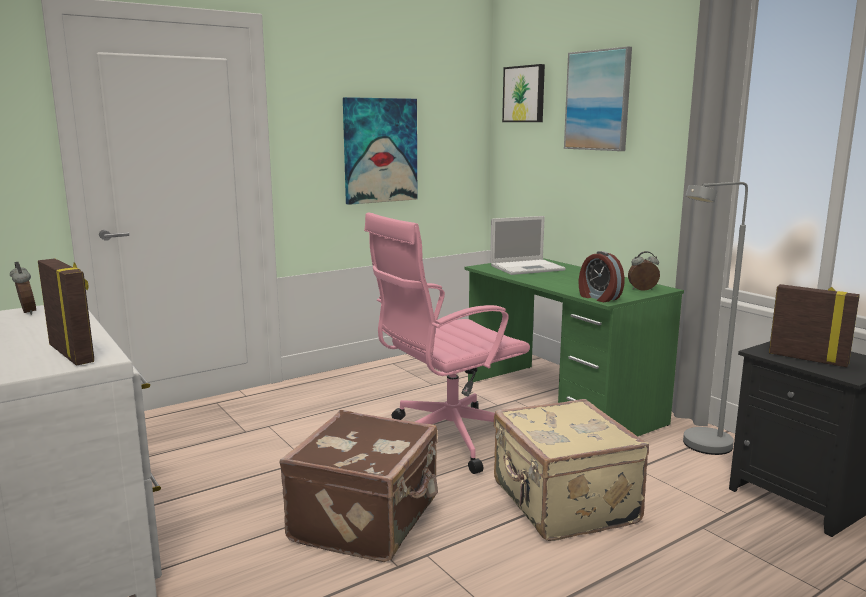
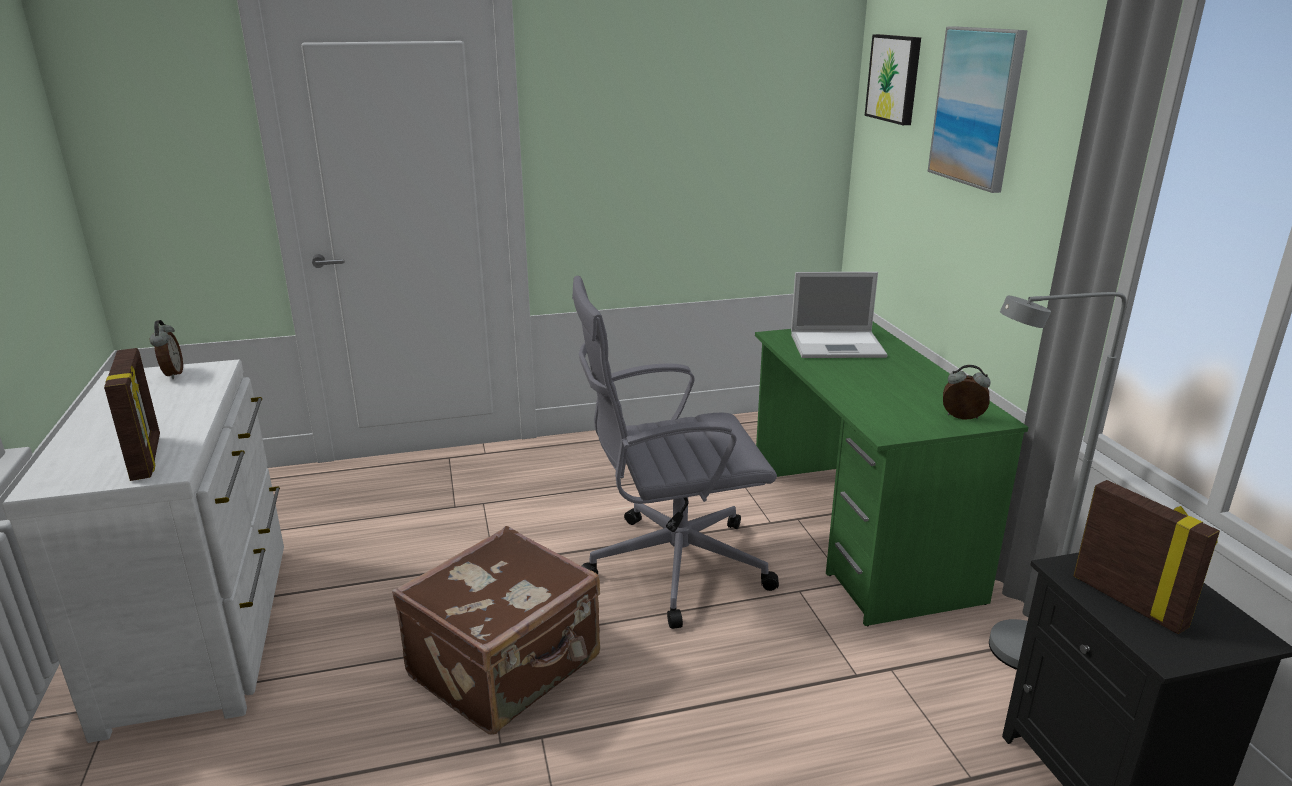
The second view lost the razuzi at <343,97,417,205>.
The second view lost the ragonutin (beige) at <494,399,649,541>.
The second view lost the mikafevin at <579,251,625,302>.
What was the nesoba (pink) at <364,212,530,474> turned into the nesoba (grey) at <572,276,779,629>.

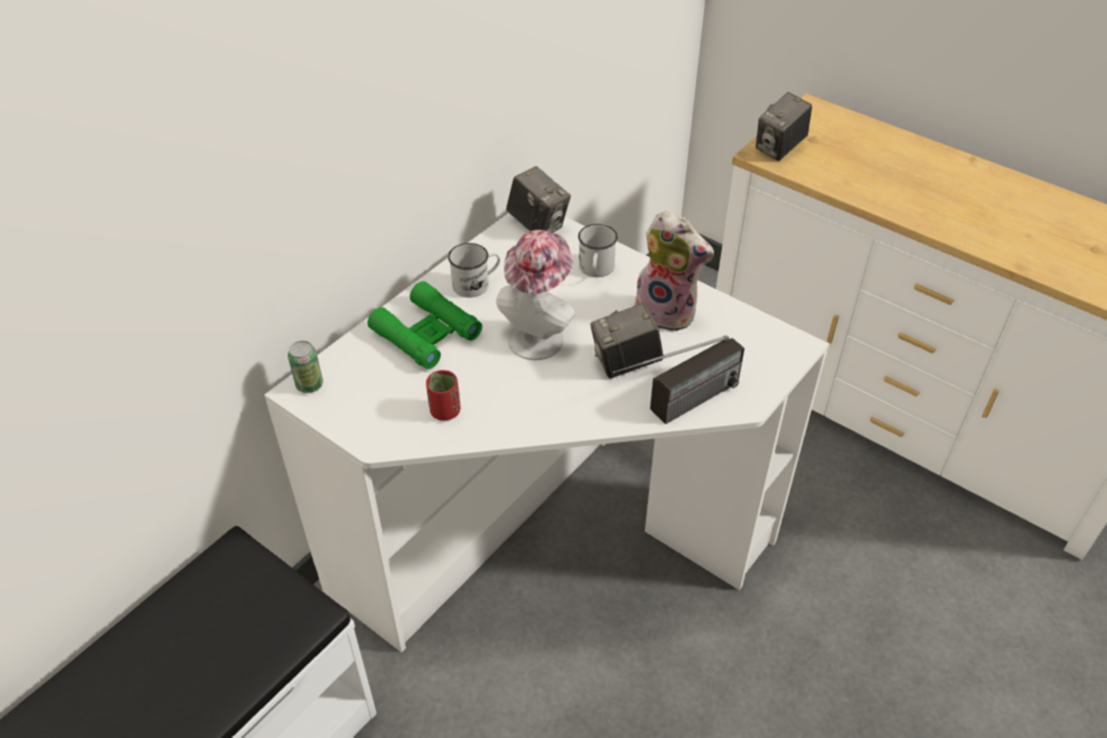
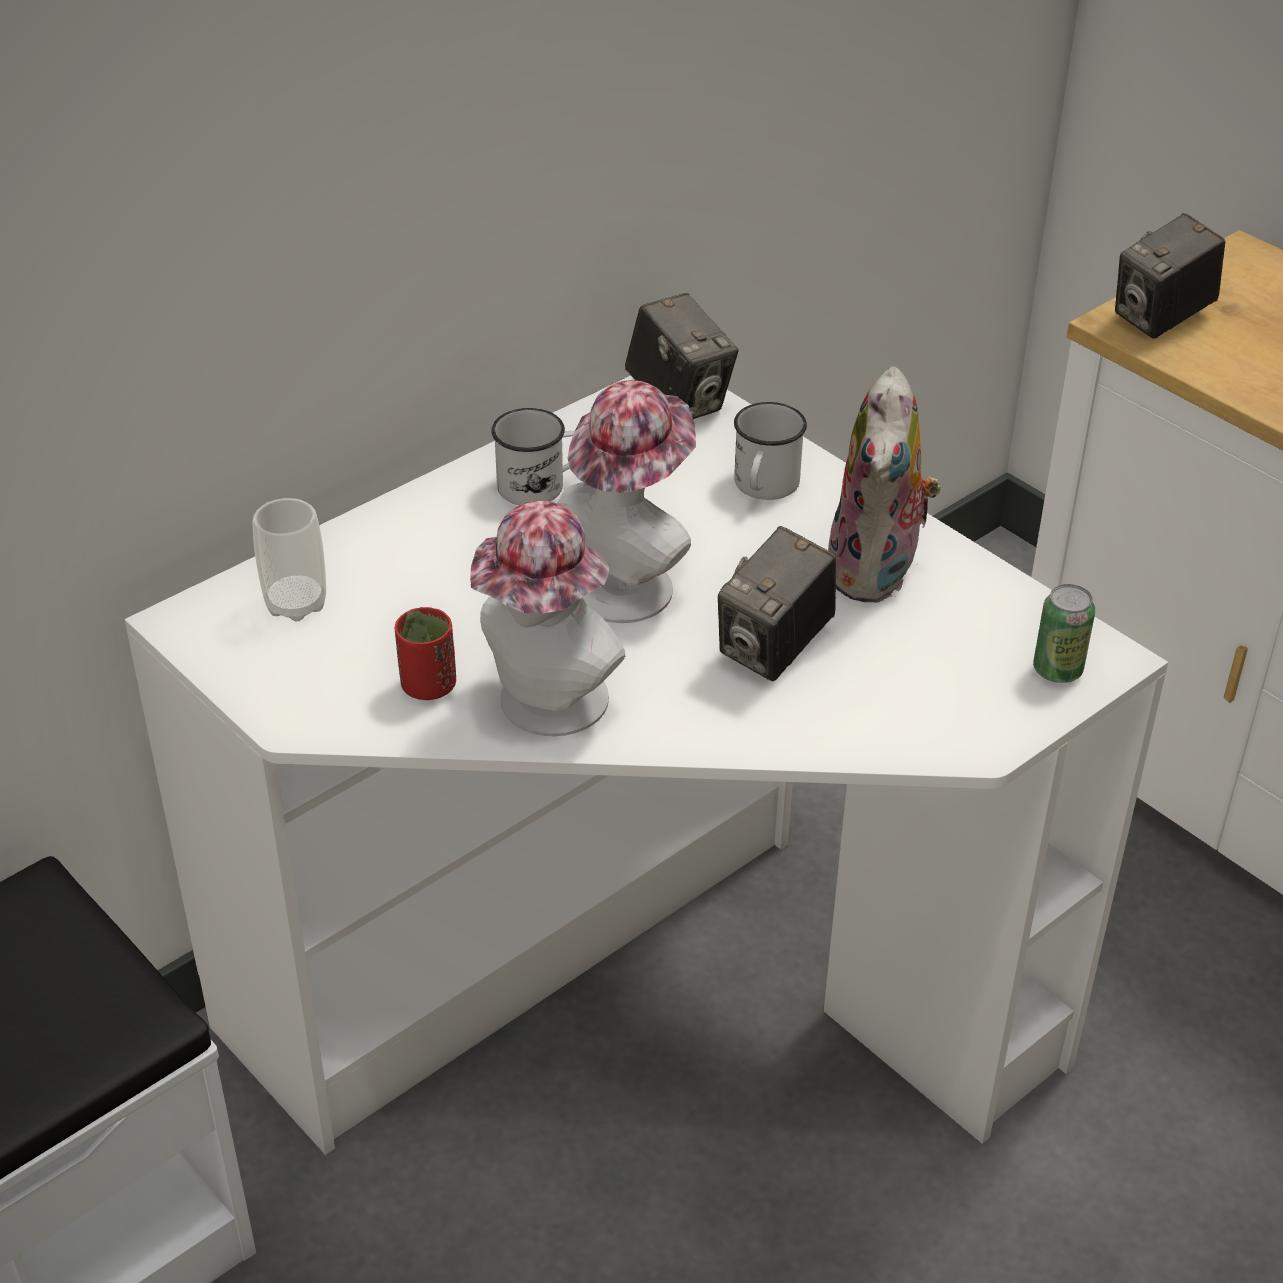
The second view lost the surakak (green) at <367,281,482,369>.
The second view lost the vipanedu at <613,335,745,424>.
The second view gained the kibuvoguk at <252,498,326,621>.
The second view gained the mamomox at <470,501,625,736>.
The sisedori ended up elsewhere, having gone from <288,341,323,393> to <1033,584,1095,683>.
The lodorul at <590,303,663,379> ended up facing another way, 45 degrees counterclockwise from before.
The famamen at <634,211,714,332> ended up facing another way, 60 degrees clockwise from before.

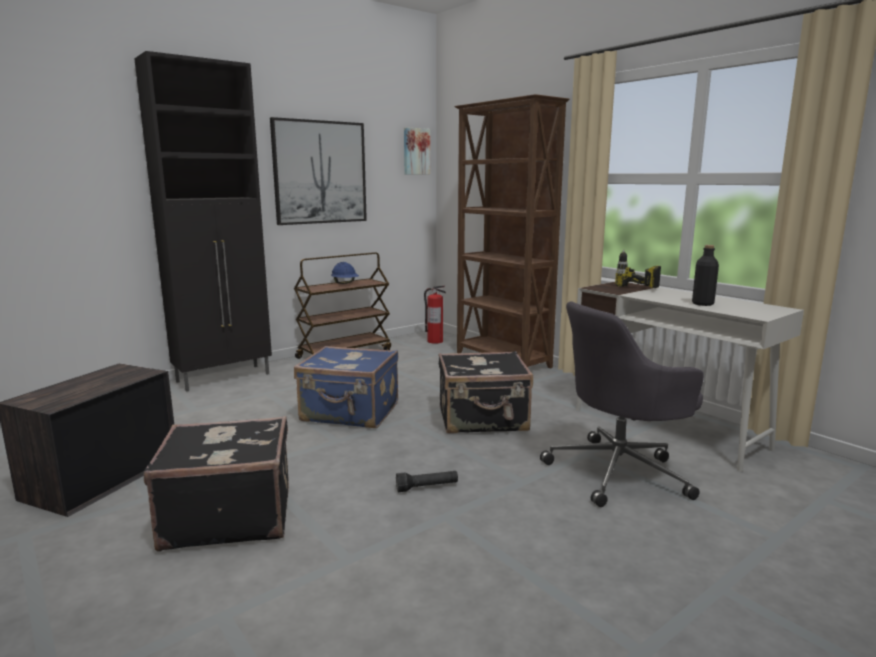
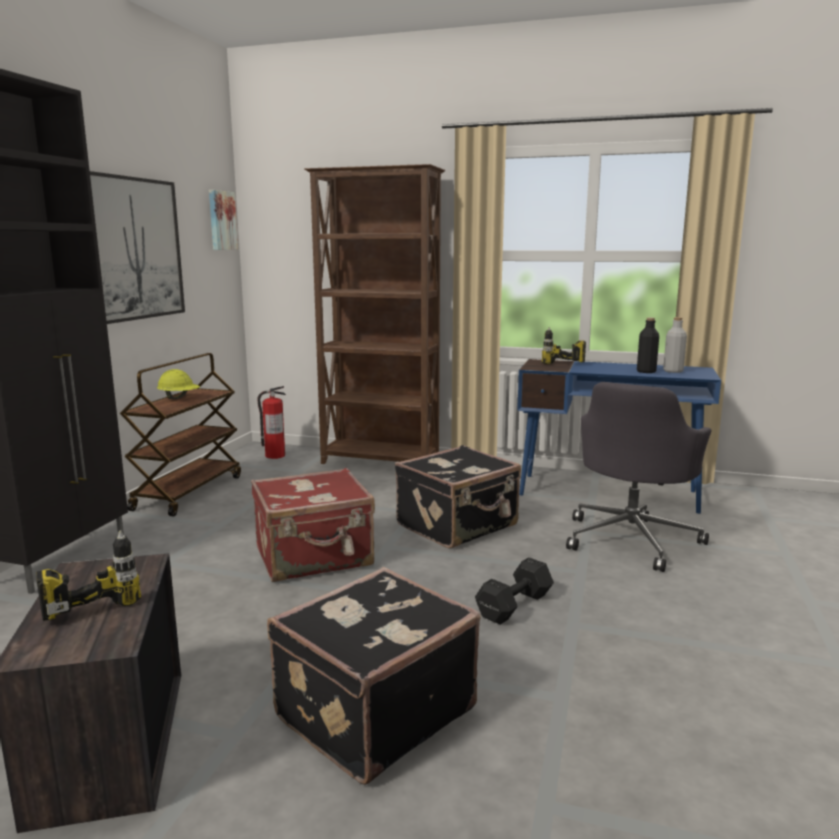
The second view gained the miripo at <36,531,141,621>.
The second view gained the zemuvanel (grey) at <663,317,687,373>.
Where the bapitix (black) stood at <396,471,458,492>, the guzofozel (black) came to stand at <475,557,554,625>.
What was the ragonutin (blue) at <294,346,398,428> turned into the ragonutin (red) at <251,468,375,582>.
What was the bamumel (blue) at <331,262,359,284> turned into the bamumel (yellow) at <157,369,200,399>.
What was the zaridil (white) at <576,282,804,472> turned into the zaridil (blue) at <517,359,721,514>.

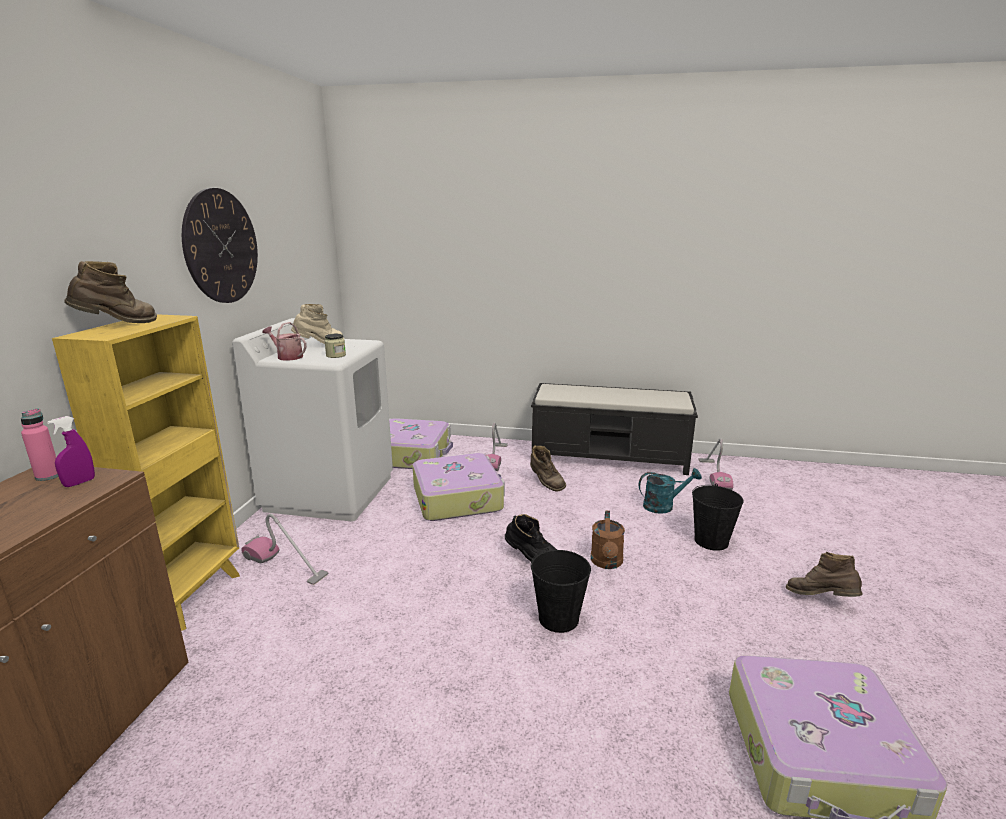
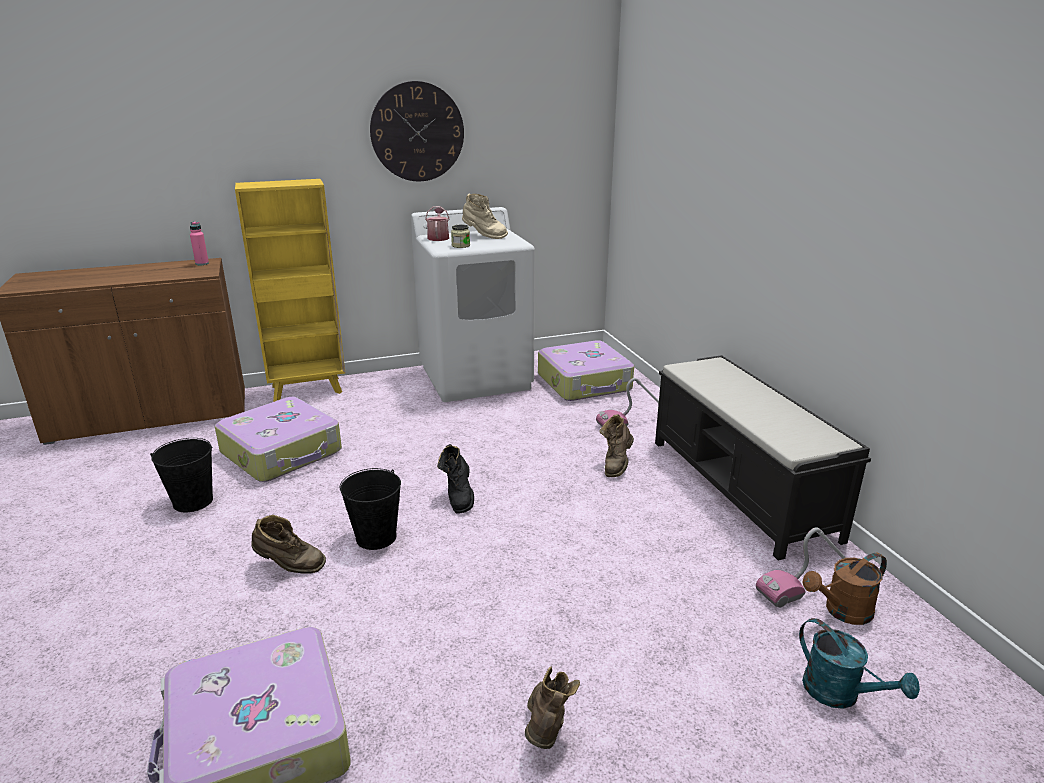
The second view lost the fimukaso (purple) at <47,416,95,487>.
The second view lost the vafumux at <241,513,328,585>.
The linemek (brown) ended up elsewhere, having gone from <64,261,157,323> to <251,515,326,574>.
The ragonutin ended up elsewhere, having gone from <413,453,505,521> to <215,397,342,482>.
The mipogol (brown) ended up elsewhere, having gone from <591,510,625,569> to <803,553,887,625>.
The mipogol (turquoise) ended up elsewhere, having gone from <639,468,702,514> to <799,618,920,709>.
The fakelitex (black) ended up elsewhere, having gone from <692,483,744,551> to <150,438,213,512>.

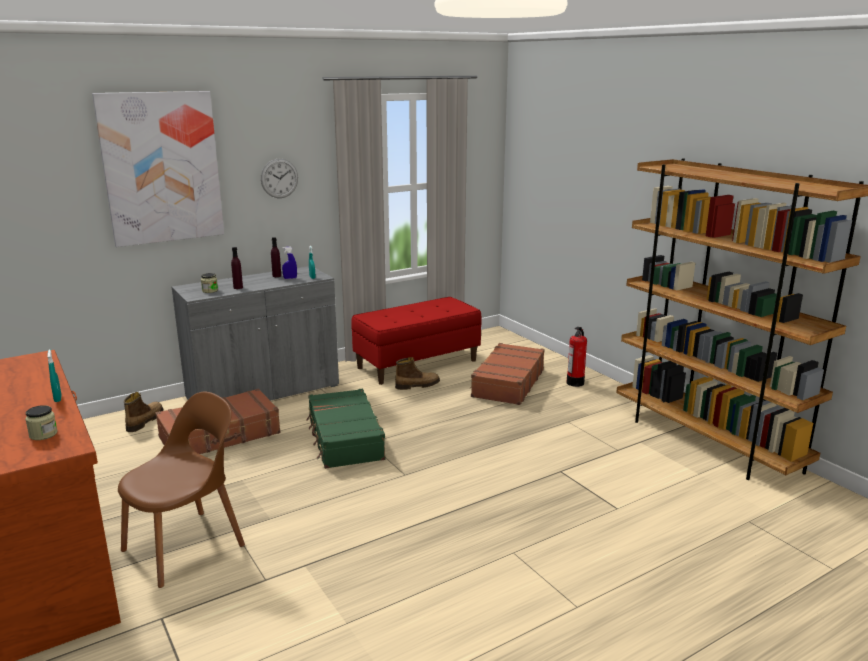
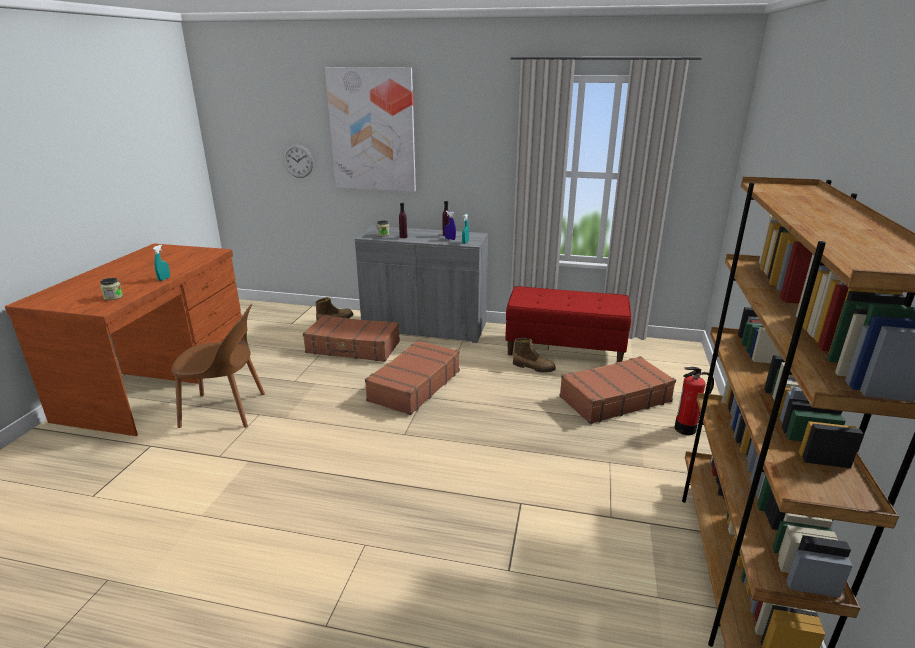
The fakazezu ended up elsewhere, having gone from <261,159,298,198> to <283,144,313,178>.
What was the ragonutin (green) at <306,389,385,469> turned into the ragonutin (brown) at <365,340,460,415>.

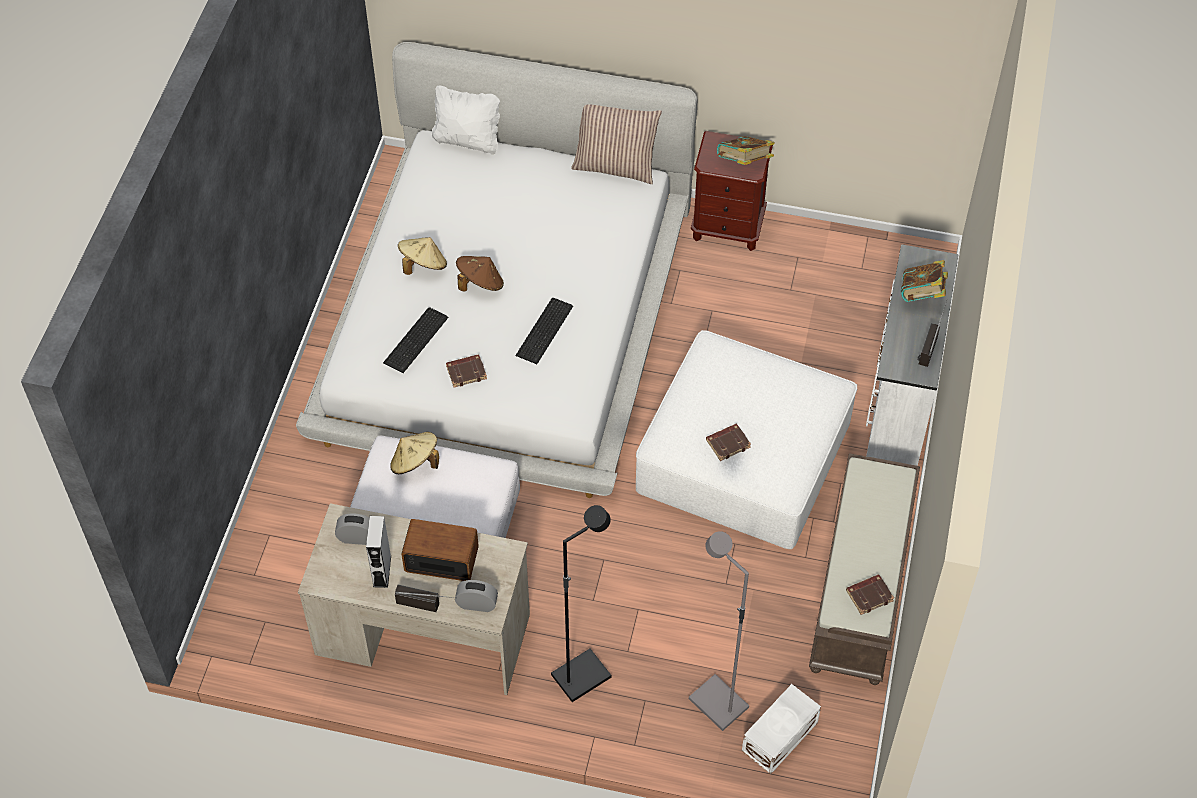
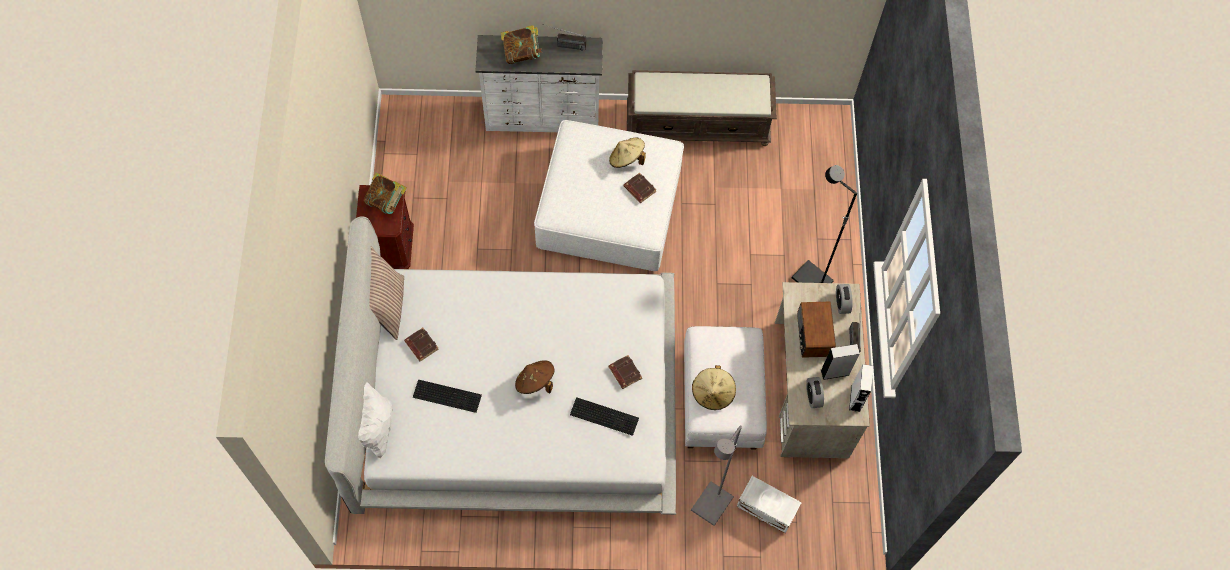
The second view gained the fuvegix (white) at <849,364,873,412>.
The mamomox (beige) ended up elsewhere, having gone from <398,237,447,275> to <609,137,646,168>.
The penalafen ended up elsewhere, having gone from <515,298,573,364> to <413,380,482,413>.
The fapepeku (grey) ended up elsewhere, having gone from <689,531,749,731> to <691,426,742,526>.
The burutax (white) ended up elsewhere, having gone from <742,684,821,774> to <736,476,802,533>.
The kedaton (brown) ended up elsewhere, having gone from <846,574,894,615> to <404,328,439,361>.

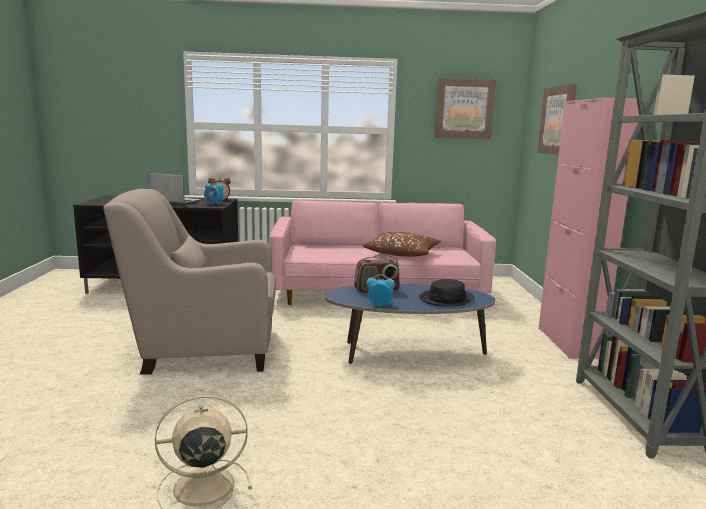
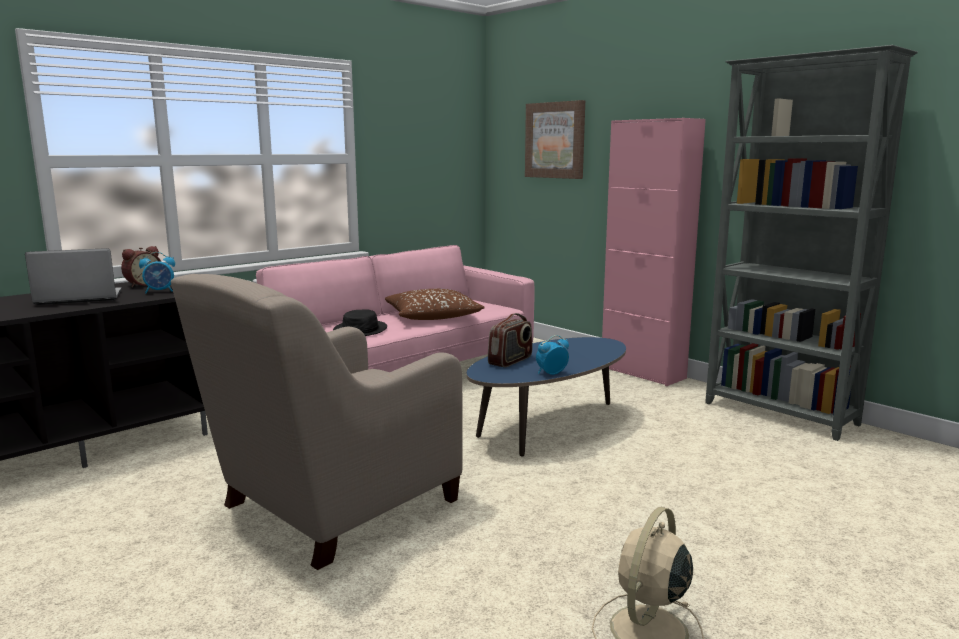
The second view lost the razuzi at <434,78,496,139>.
The mamomox (black) ended up elsewhere, having gone from <419,279,475,306> to <333,309,387,336>.

